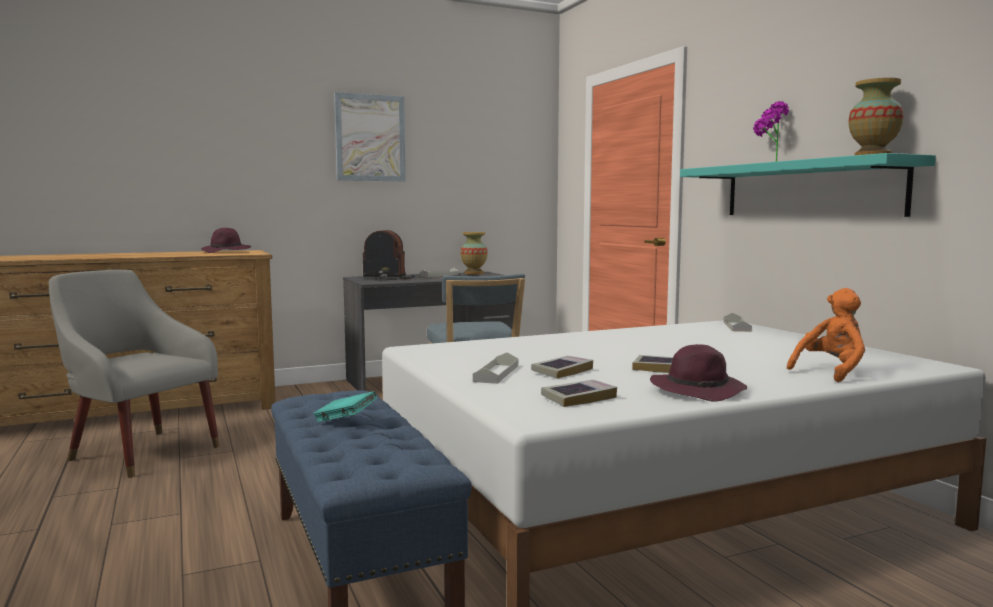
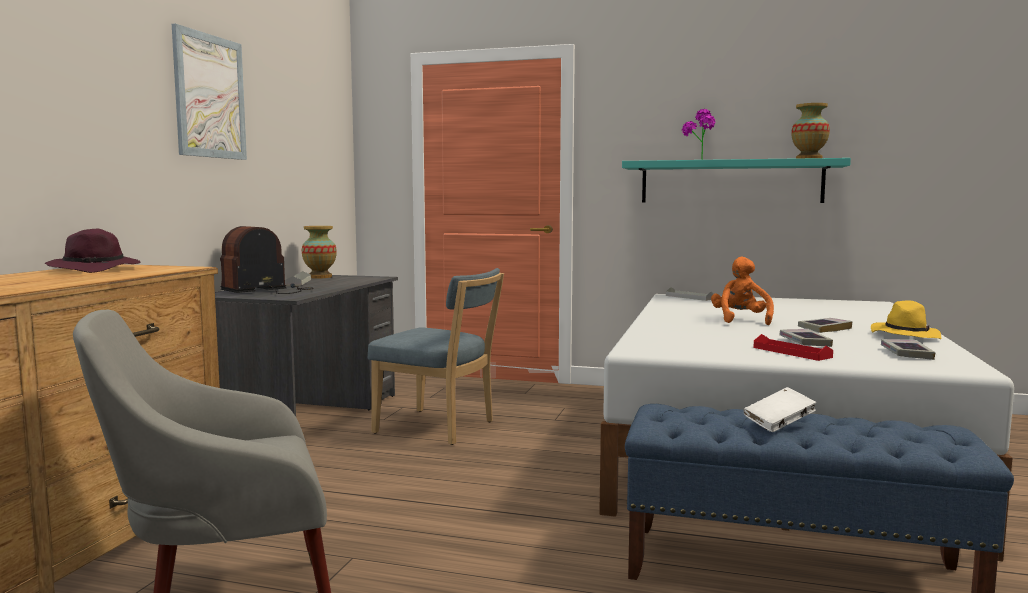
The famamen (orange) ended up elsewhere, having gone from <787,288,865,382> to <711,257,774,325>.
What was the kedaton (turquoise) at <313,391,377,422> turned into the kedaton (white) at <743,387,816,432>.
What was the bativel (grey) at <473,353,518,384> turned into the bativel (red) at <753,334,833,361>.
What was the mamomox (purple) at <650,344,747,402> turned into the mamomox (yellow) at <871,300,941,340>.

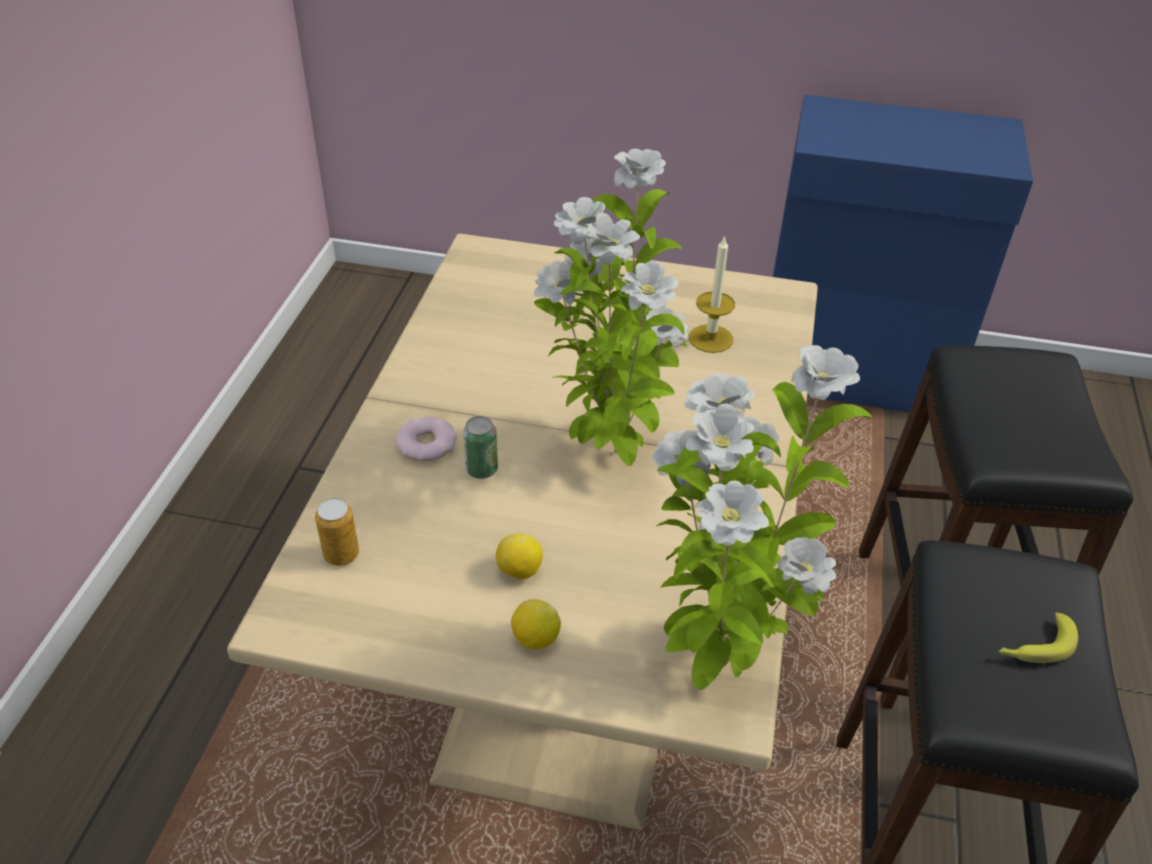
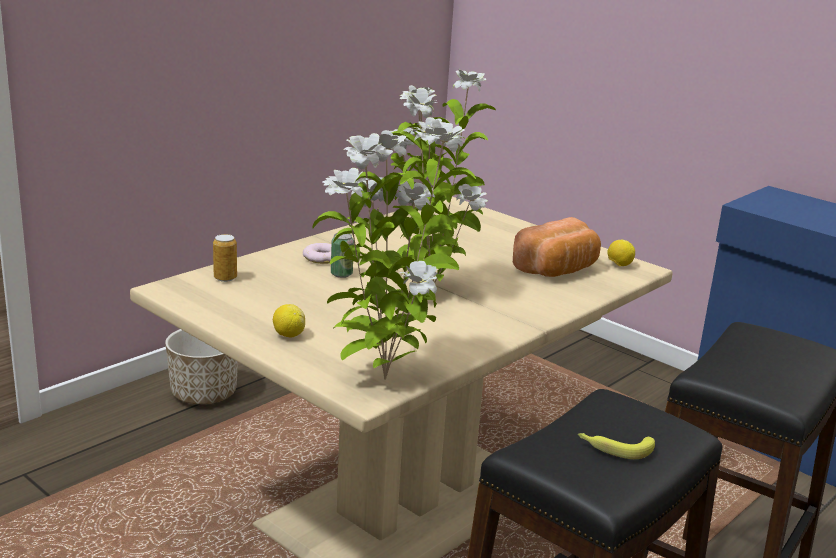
The second view gained the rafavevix at <165,329,238,404>.
The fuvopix ended up elsewhere, having gone from <496,533,543,579> to <607,239,635,266>.
Where the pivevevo stood at <689,235,735,353>, the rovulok came to stand at <513,217,601,277>.

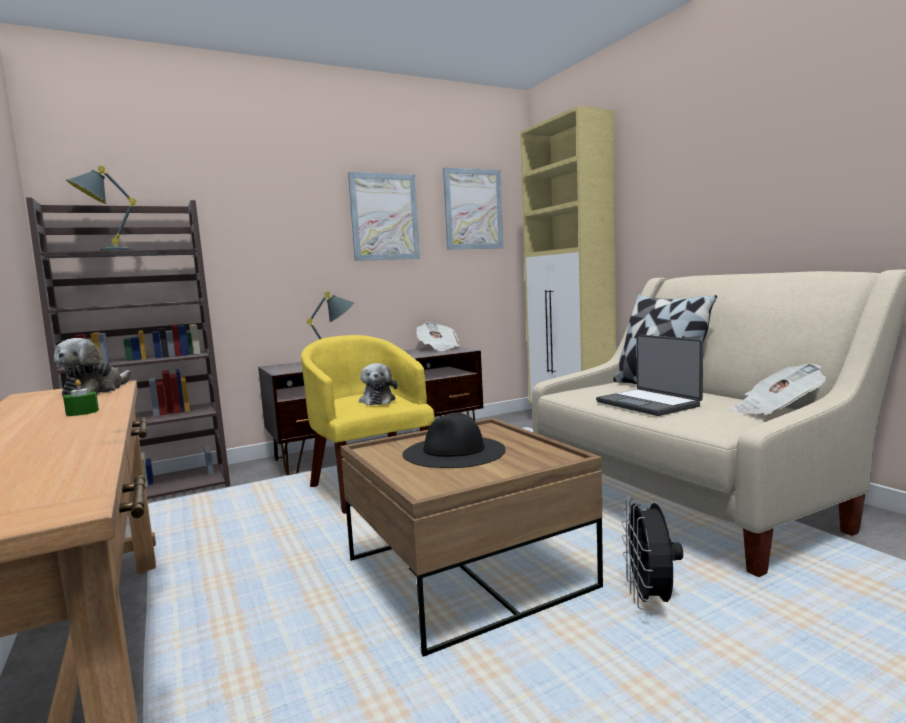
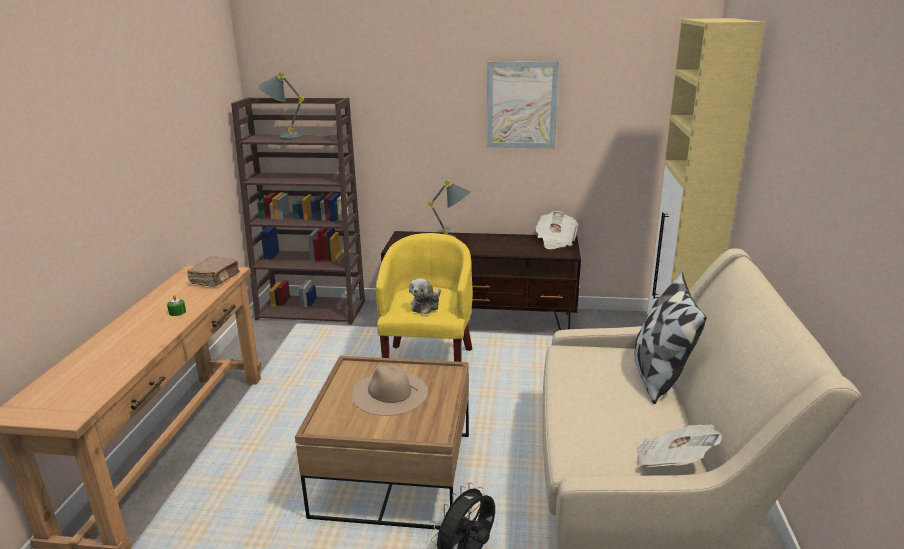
The second view lost the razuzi at <443,167,503,250>.
The second view lost the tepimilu at <596,335,703,416>.
Where the famamen stood at <54,338,132,396>, the kedaton (brown) came to stand at <187,256,240,287>.
What was the mamomox (black) at <403,412,506,468> turned into the mamomox (beige) at <352,365,428,416>.

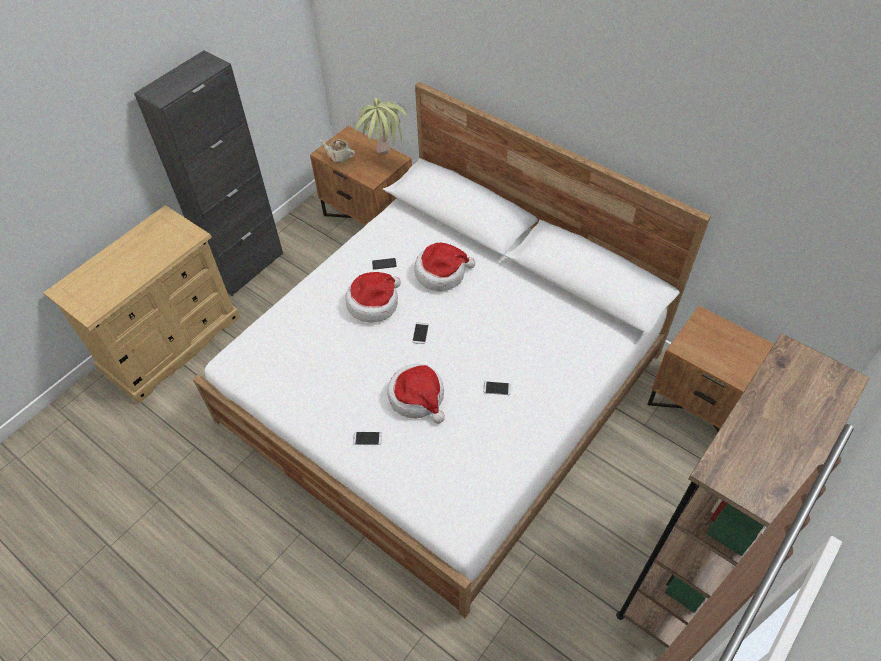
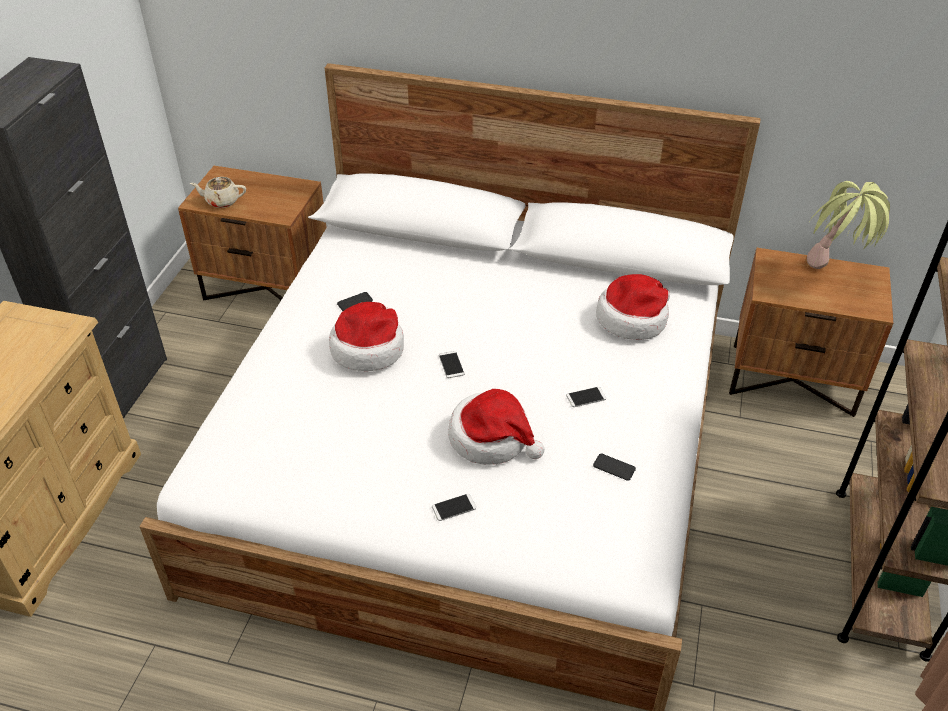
The second view gained the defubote at <593,454,636,481>.
The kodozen ended up elsewhere, having gone from <354,98,407,155> to <807,181,890,269>.
The mamomox ended up elsewhere, having gone from <415,243,475,291> to <596,274,670,340>.

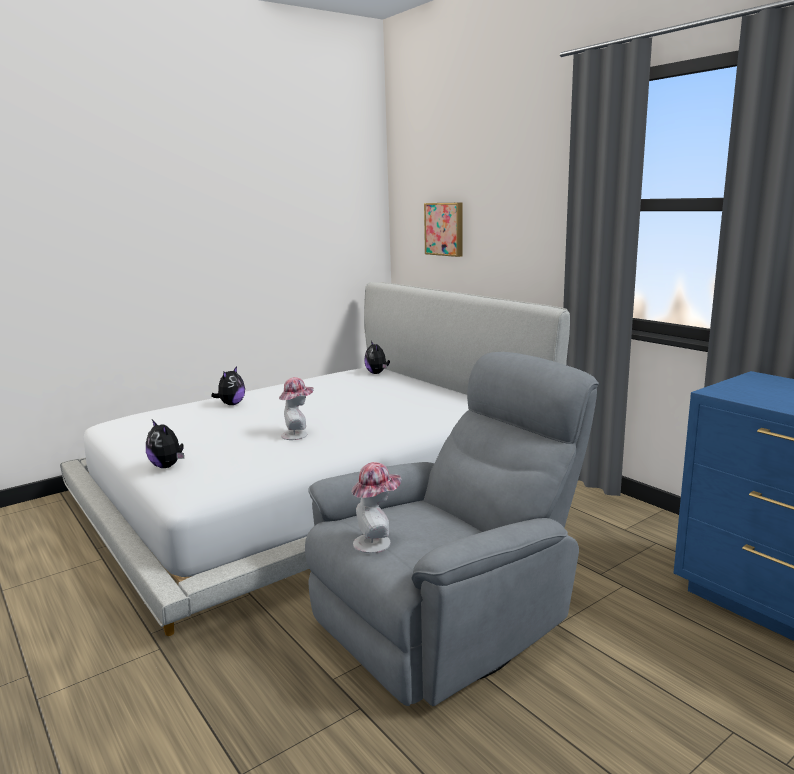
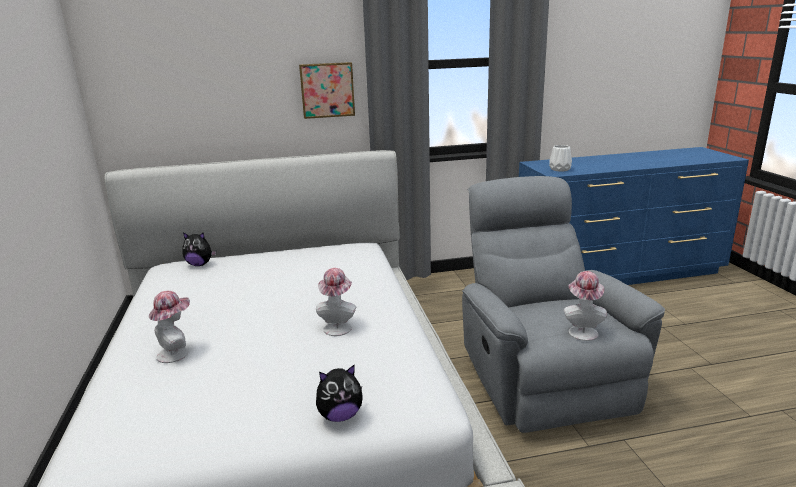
The second view gained the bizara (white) at <549,145,572,172>.
The razuzi ended up elsewhere, having gone from <424,203,463,257> to <299,62,355,119>.
Where the famamen stood at <211,366,245,405>, the mamomox came to stand at <149,291,190,363>.

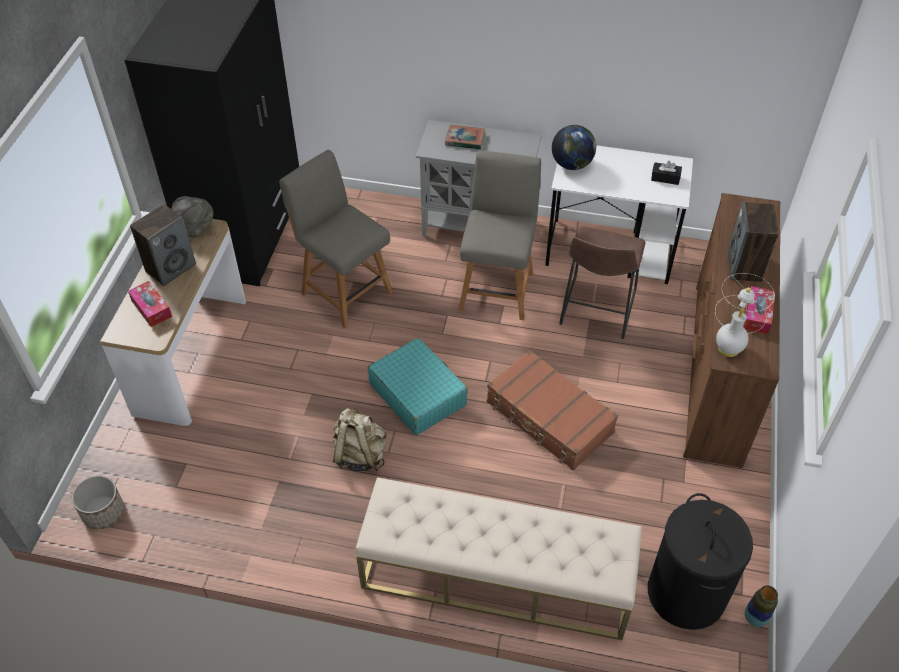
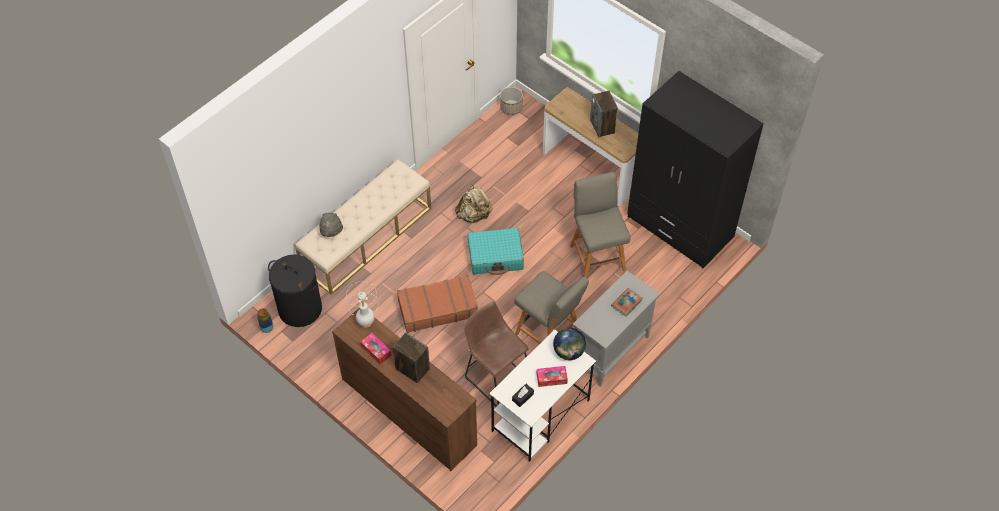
The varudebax ended up elsewhere, having gone from <128,281,172,327> to <537,366,568,387>.
The mamomox (grey) ended up elsewhere, having gone from <172,196,214,238> to <319,213,343,237>.
The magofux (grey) at <279,150,393,328> ended up facing another way, 90 degrees counterclockwise from before.

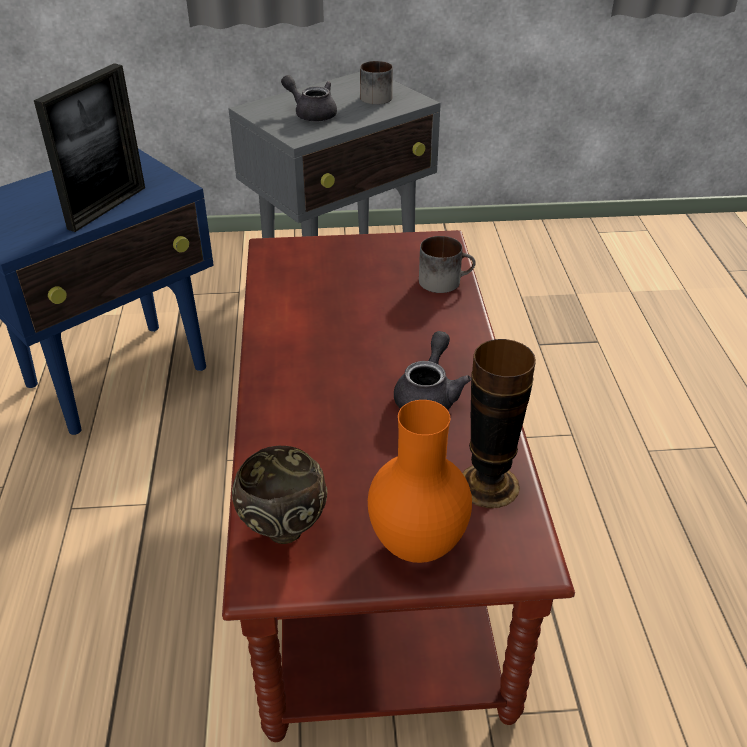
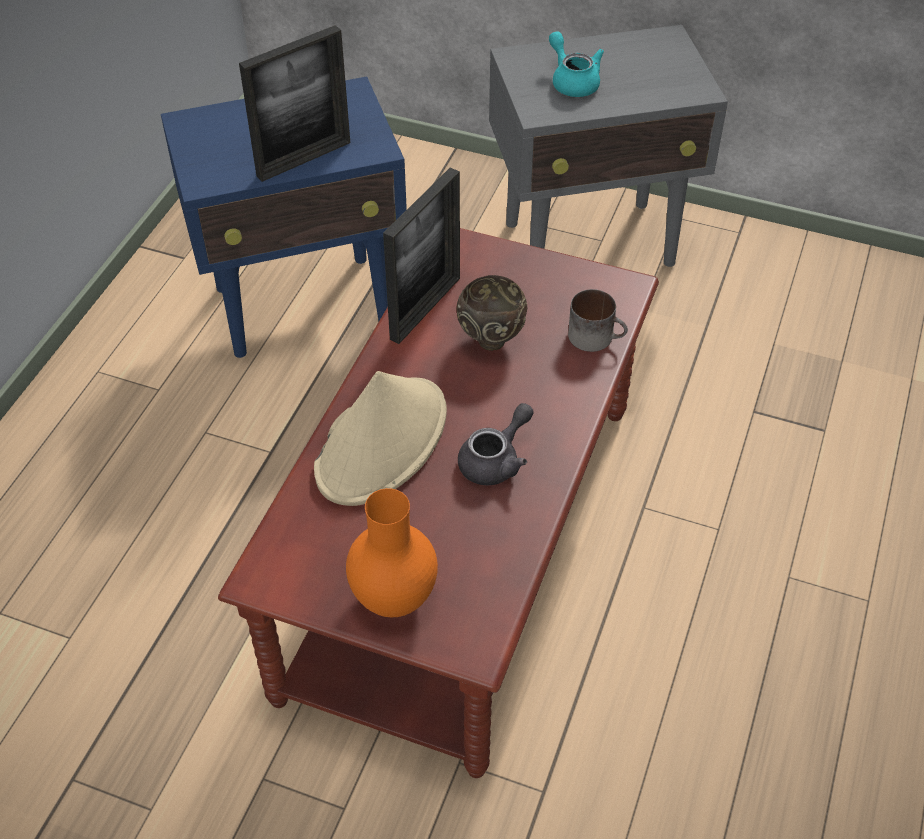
The second view lost the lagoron at <360,61,393,105>.
The second view lost the bizara at <462,339,536,508>.
The second view gained the mamomox (beige) at <314,371,447,506>.
The second view gained the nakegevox at <383,168,460,344>.
The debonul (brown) ended up elsewhere, having gone from <232,446,327,544> to <456,275,527,351>.
What was the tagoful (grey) at <281,75,337,121> turned into the tagoful (turquoise) at <549,31,604,97>.

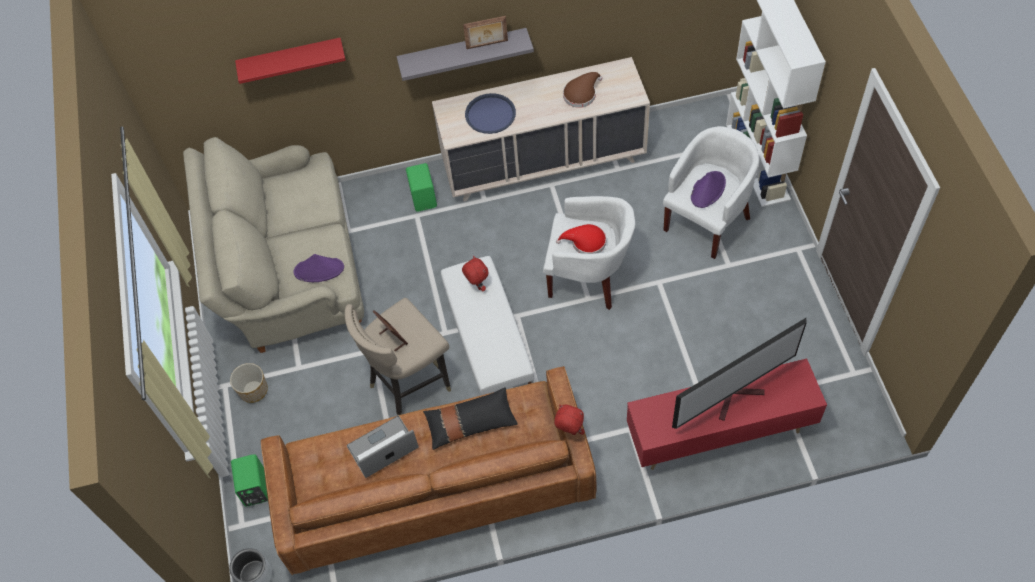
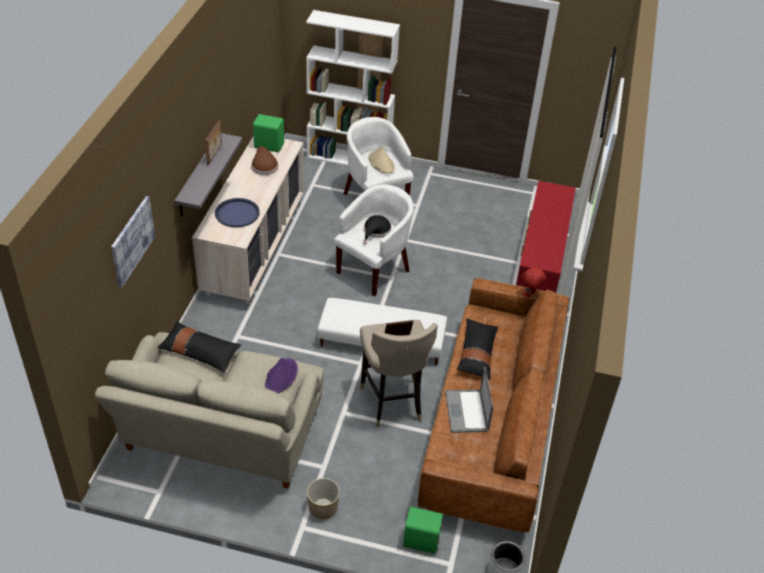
The second view lost the famamen (red) at <462,256,489,291>.
The second view lost the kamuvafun at <672,318,807,429>.
The second view gained the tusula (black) at <158,321,241,373>.
The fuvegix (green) ended up elsewhere, having gone from <406,163,437,212> to <253,114,284,152>.
Where the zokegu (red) hung at <235,38,346,84>, the razuzi came to hang at <111,196,155,288>.
What was the mamomox (red) at <556,224,606,254> turned into the mamomox (black) at <363,215,391,244>.
What was the mamomox (purple) at <691,171,726,208> turned into the mamomox (beige) at <368,146,395,174>.

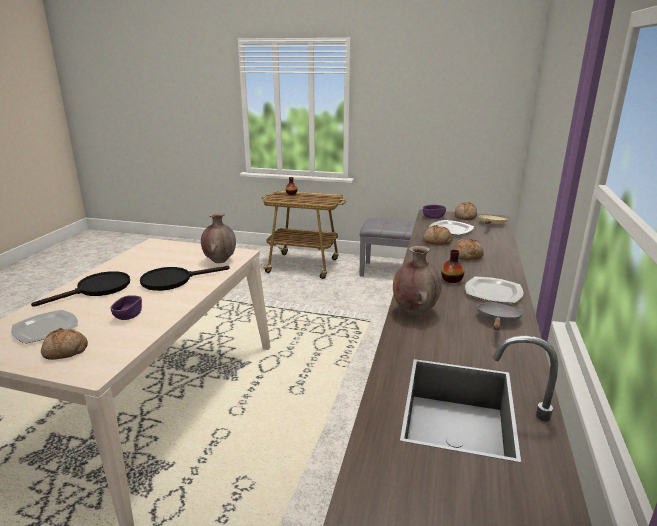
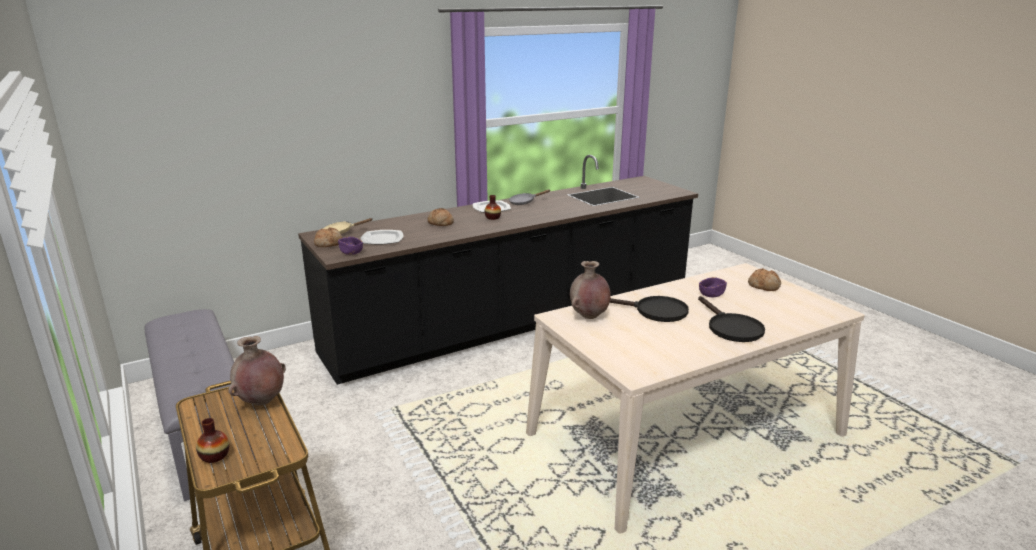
The second view lost the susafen at <11,310,78,343>.
The second view lost the rovulok at <423,225,453,245>.
The bizara (brown) ended up elsewhere, having gone from <393,246,442,316> to <228,336,286,406>.
The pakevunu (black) at <31,271,130,306> ended up facing another way, 105 degrees counterclockwise from before.

